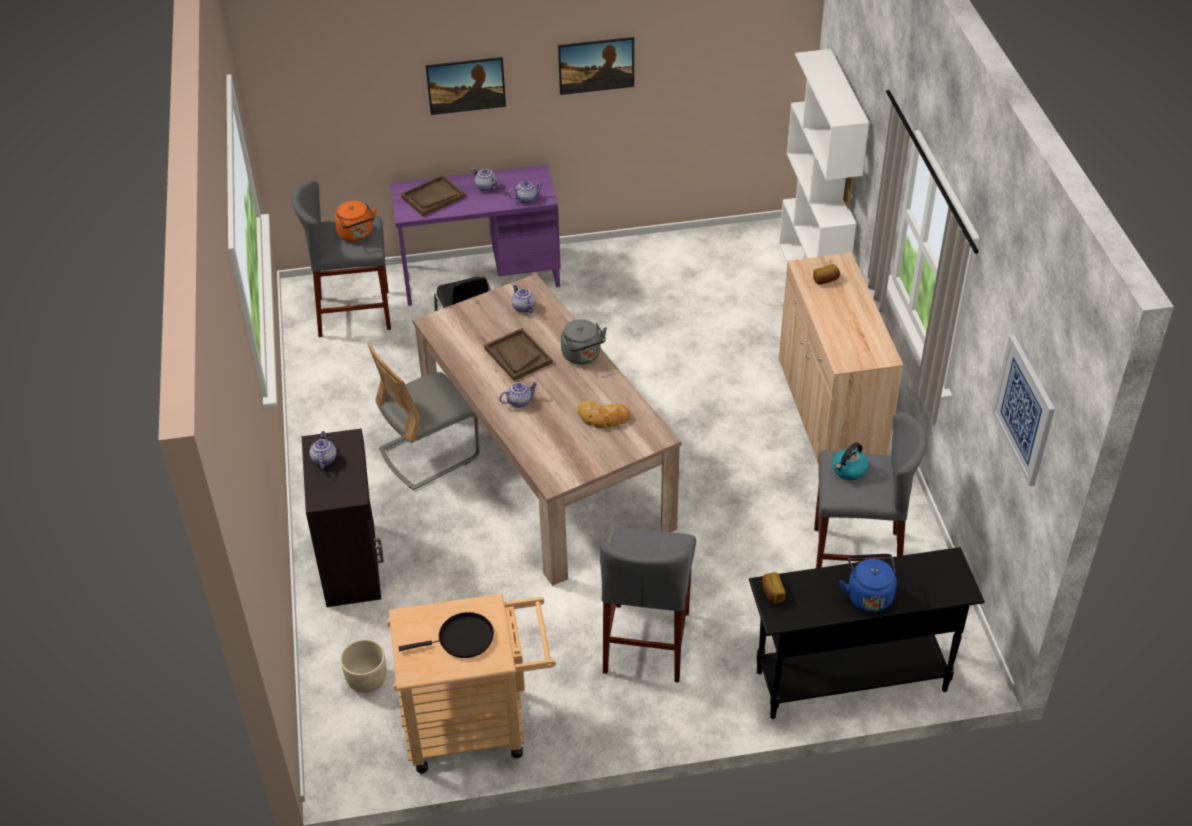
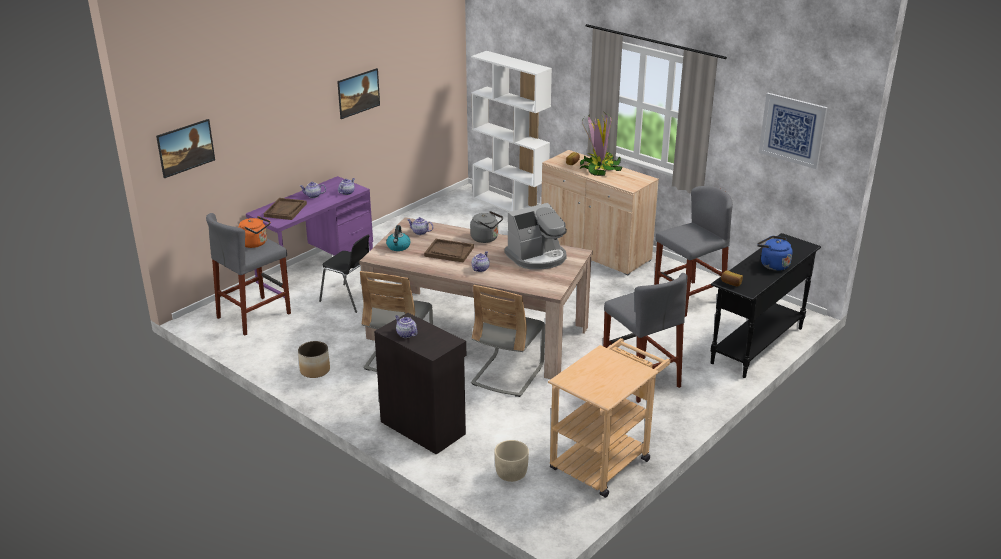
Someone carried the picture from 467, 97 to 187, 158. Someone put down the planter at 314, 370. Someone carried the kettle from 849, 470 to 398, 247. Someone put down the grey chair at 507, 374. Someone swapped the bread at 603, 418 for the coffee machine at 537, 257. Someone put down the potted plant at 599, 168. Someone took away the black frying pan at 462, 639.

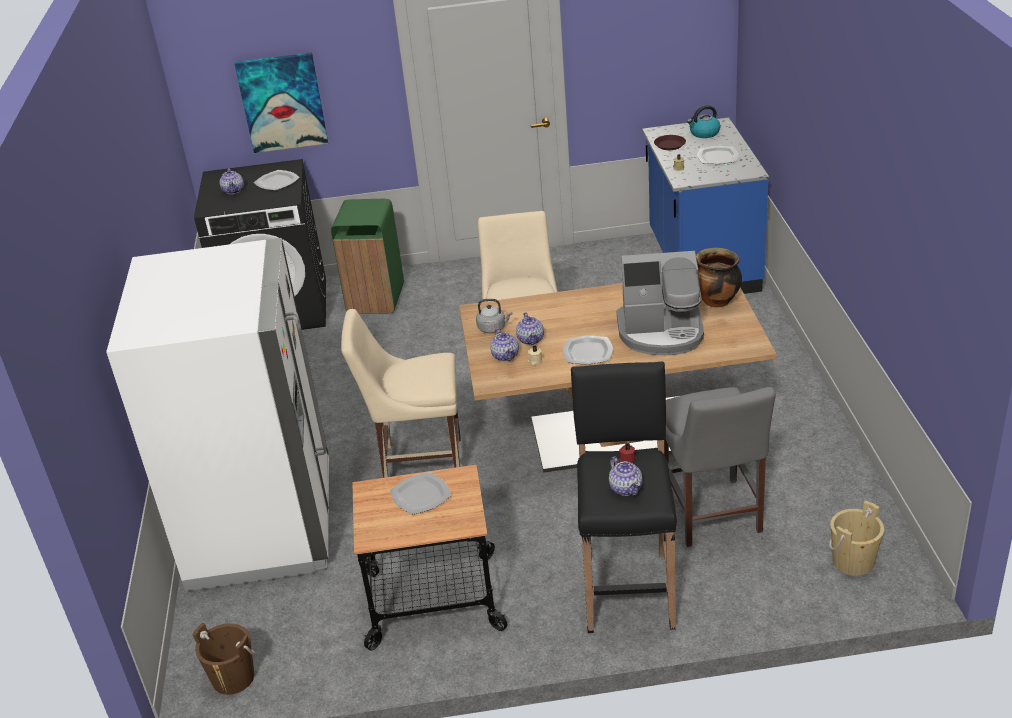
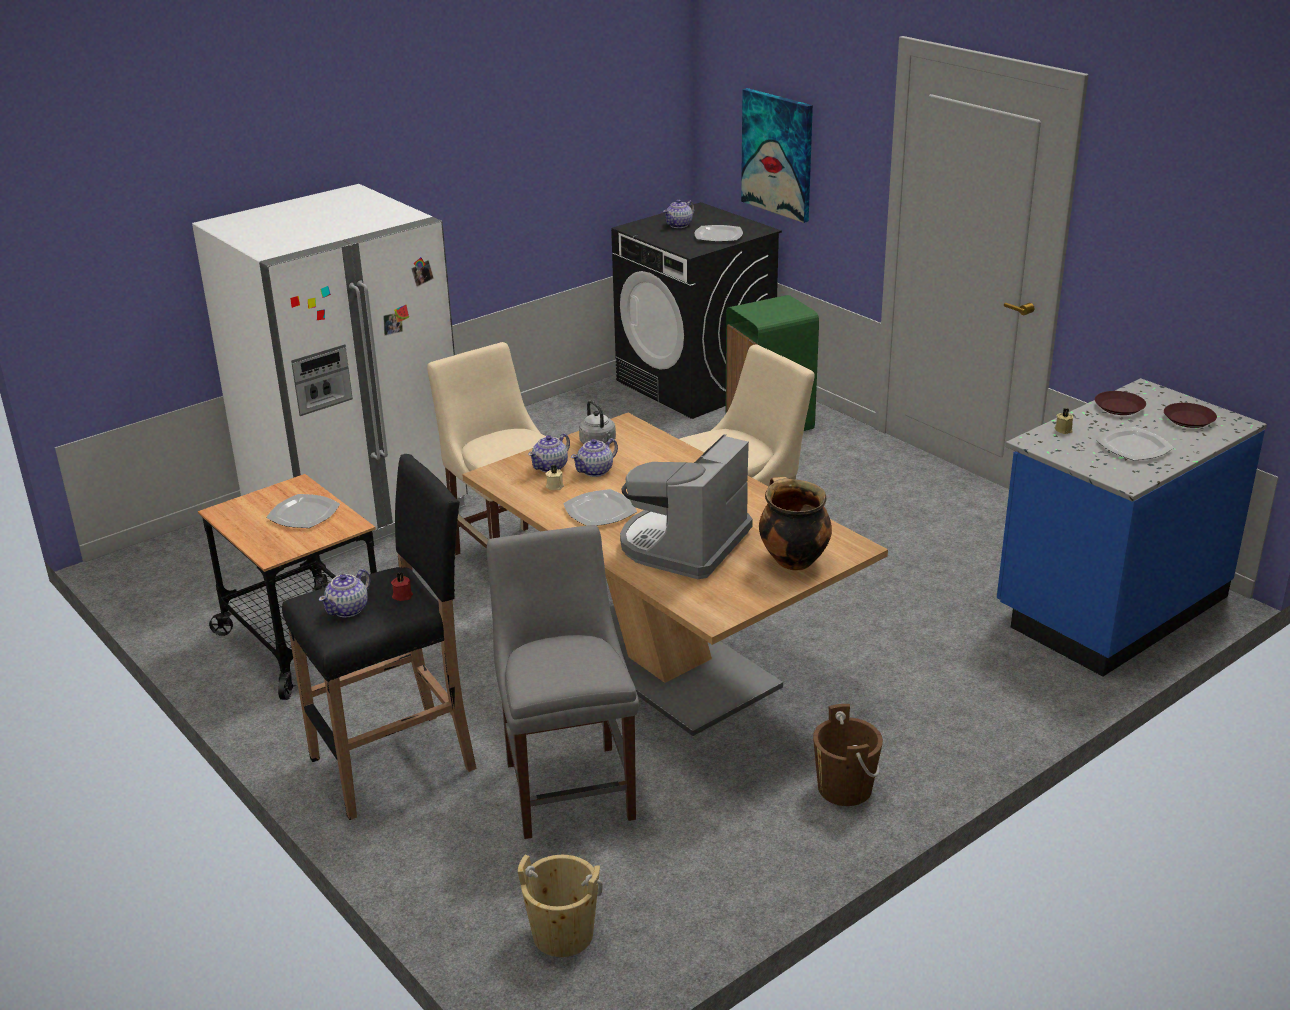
Someone rotated the grey chair at 712, 516 by 120 degrees clockwise. Someone rotated the coffee machine at 661, 333 by 60 degrees clockwise. Someone carried the brown bucket from 233, 678 to 844, 788. Someone swapped the kettle at 704, 133 for the brown plate at 1189, 420.

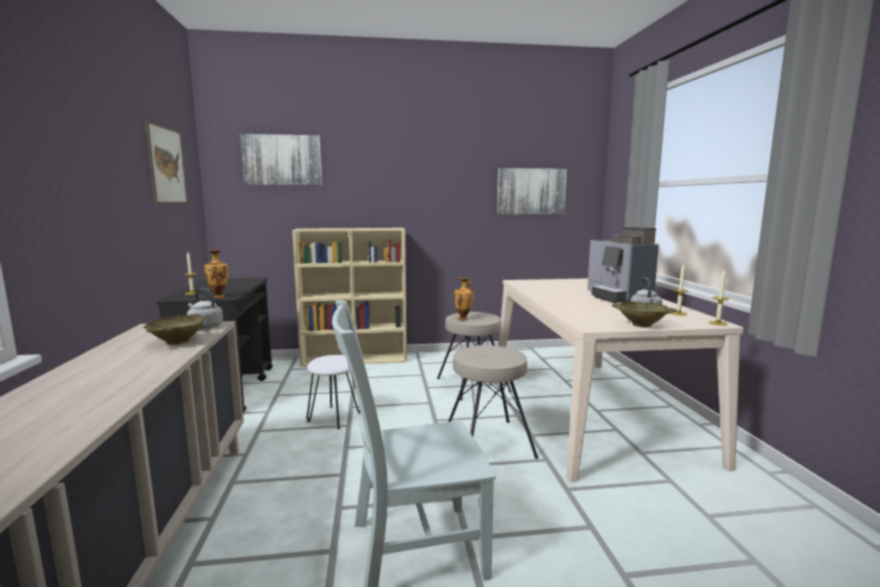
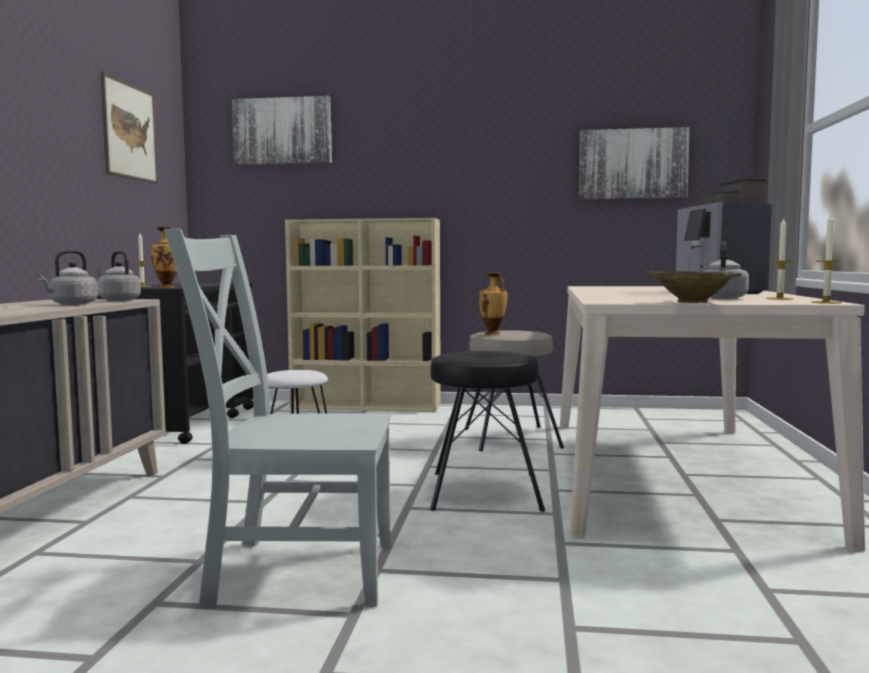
Someone swapped the beige bowl at 177, 342 for the grey kettle at 72, 304. Someone repainted the beige stool at 488, 442, which became the black stool at 484, 491.

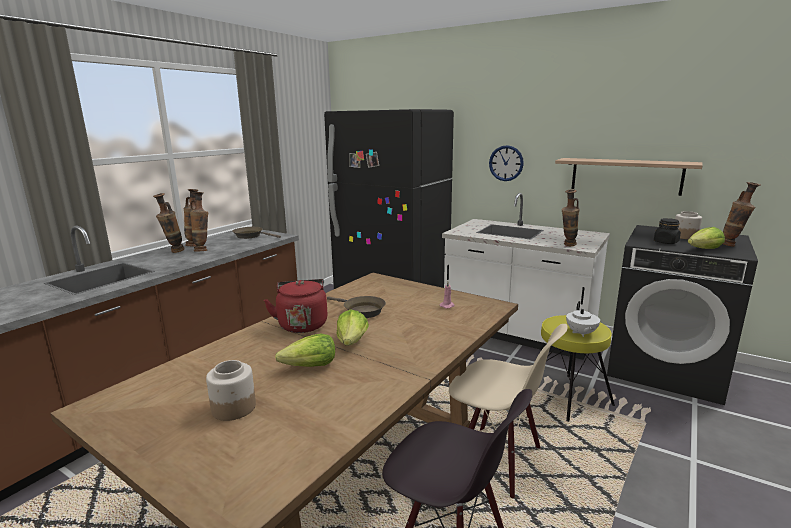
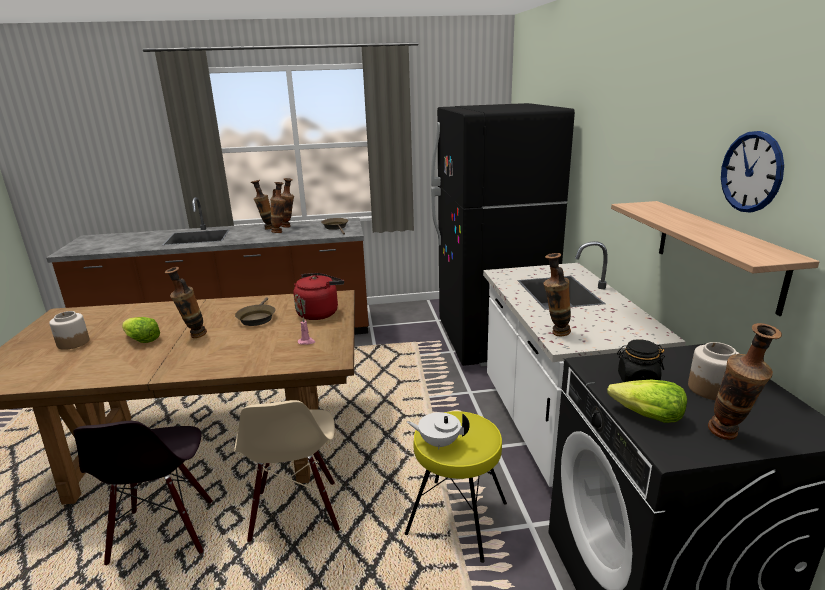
Someone swapped the lettuce at 352, 342 for the vase at 193, 336. Someone carried the red kettle from 302, 324 to 319, 313. Someone rotated the white teapot at 581, 333 by 45 degrees clockwise. Someone carried the wall clock from 506, 163 to 751, 172.

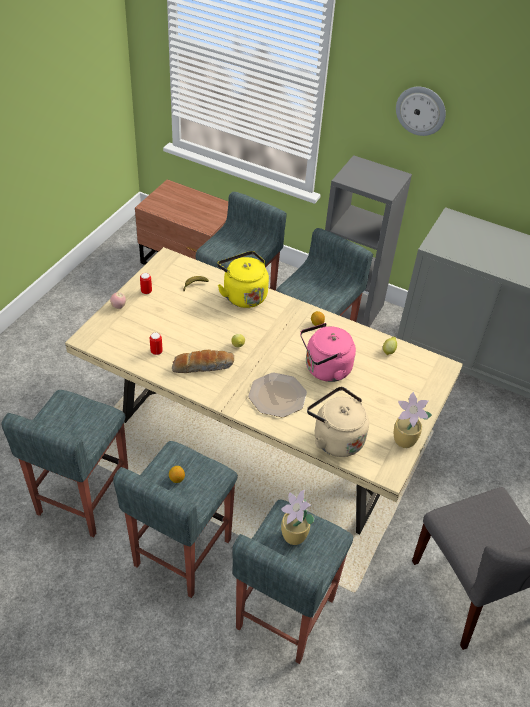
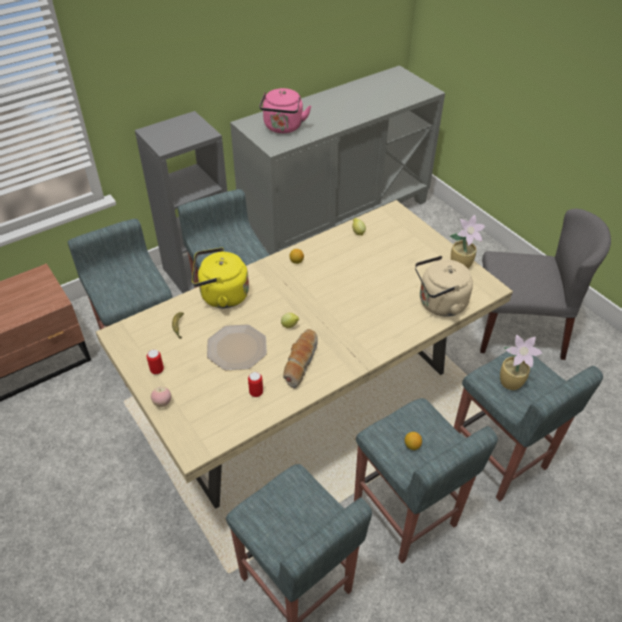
Someone carried the plate from 276, 395 to 236, 348. Someone carried the pink kettle from 325, 369 to 283, 128. Someone took away the wall clock at 421, 110.

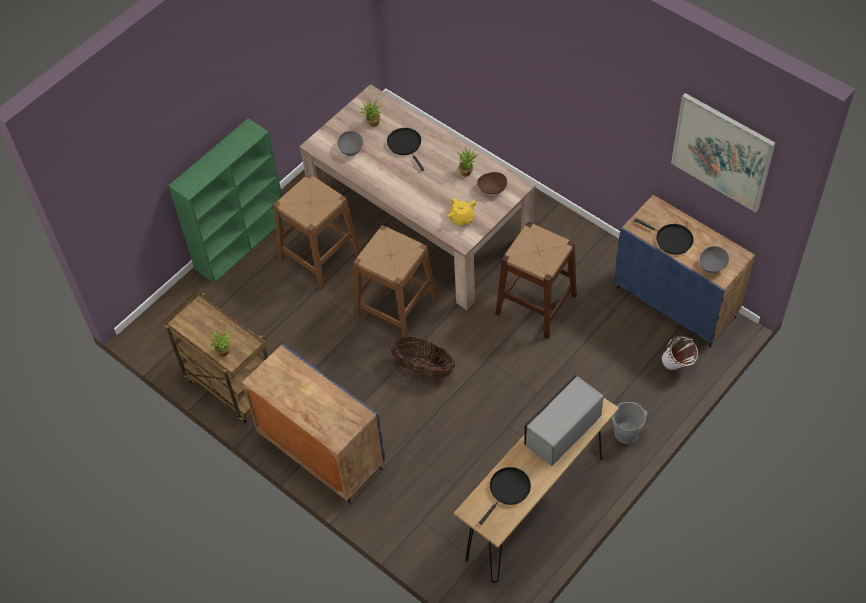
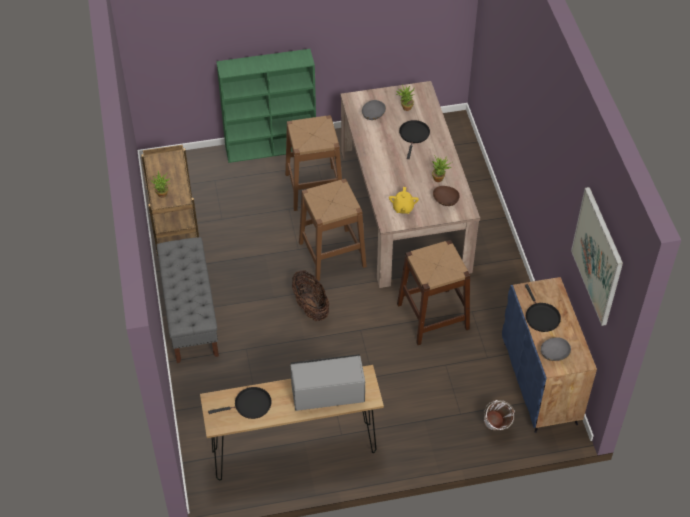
Someone swapped the blue cabinet at 320, 451 for the grey bench at 190, 314. Someone took away the grey bucket at 625, 431.

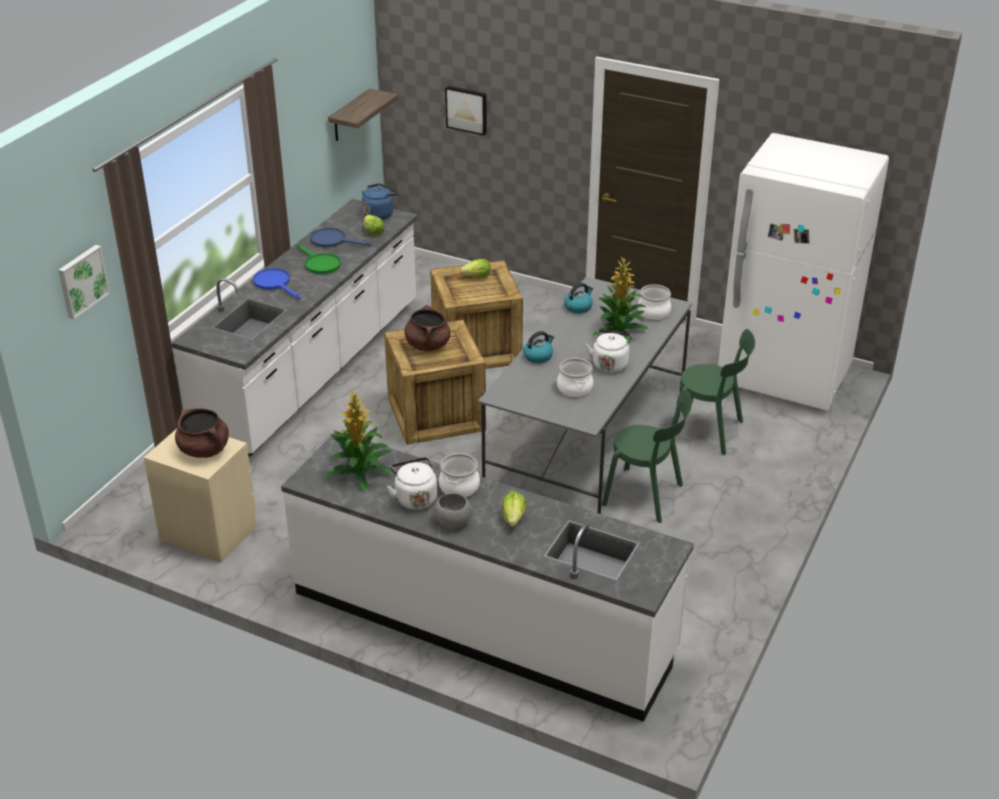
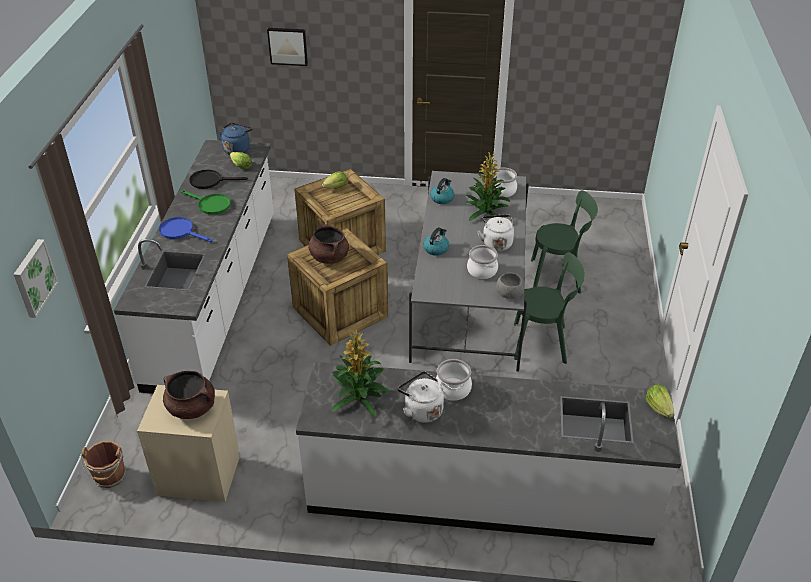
Someone put down the brown bucket at 110, 477. Someone repainted the blue frying pan at 333, 241, which became the black frying pan at 210, 181. Someone carried the grey bowl from 453, 521 to 509, 294. Someone carried the lettuce from 514, 518 to 658, 408. Someone took away the shelf at 349, 116. Someone took away the white fridge at 784, 377.

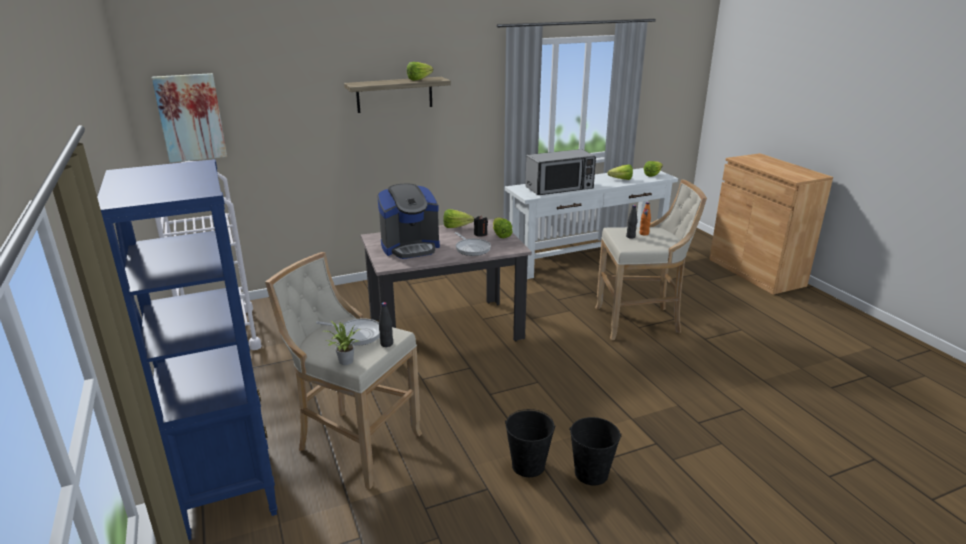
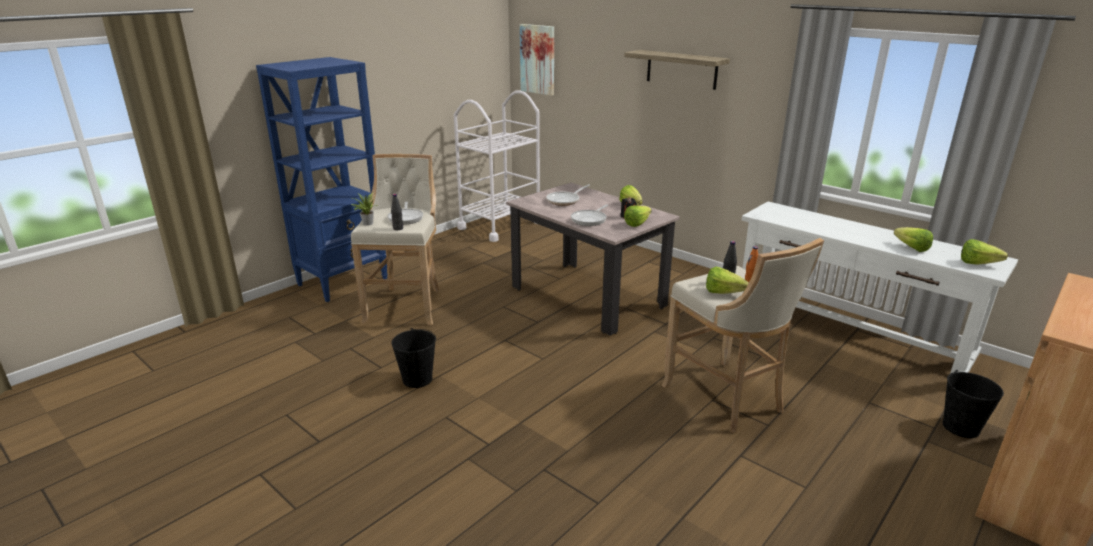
Someone swapped the coffee machine at 410, 247 for the frying pan at 565, 200. Someone carried the lettuce from 421, 79 to 726, 294. Someone carried the black bucket from 591, 473 to 961, 427. Someone took away the microwave at 559, 188.

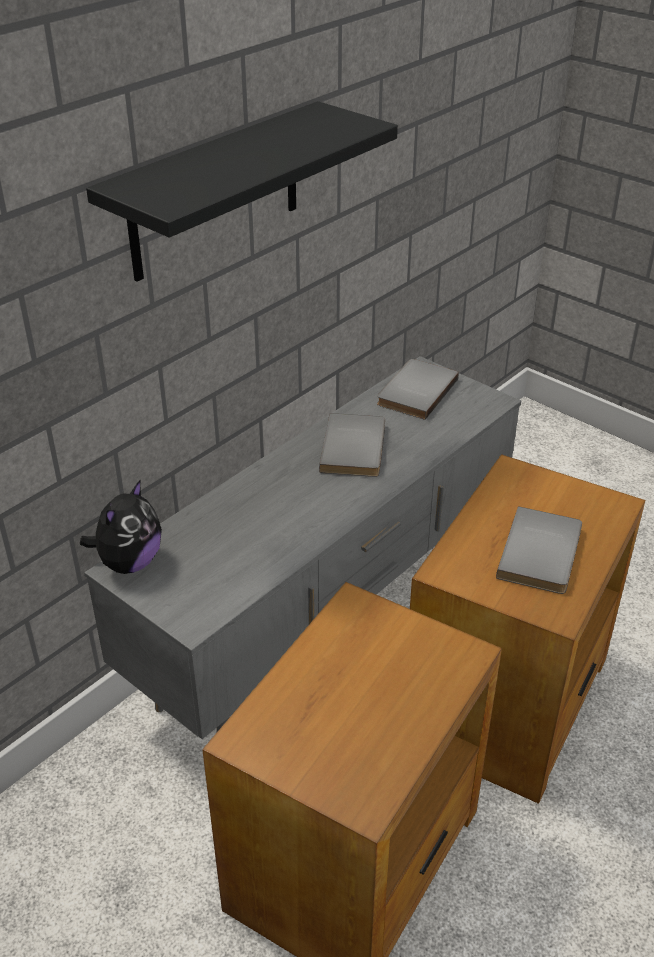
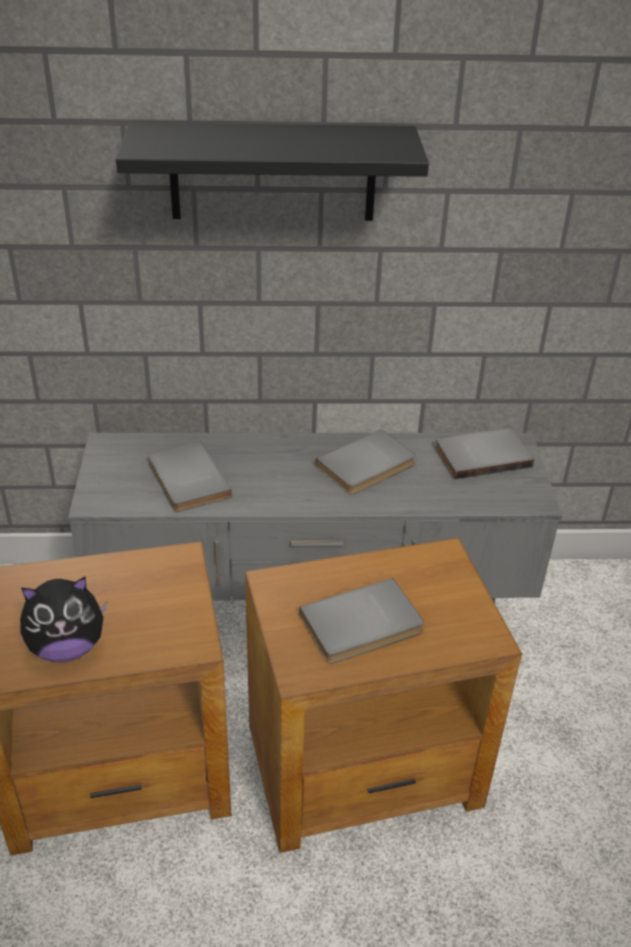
Someone carried the plush toy from 129, 562 to 67, 647. Someone put down the grey book at 185, 480.

